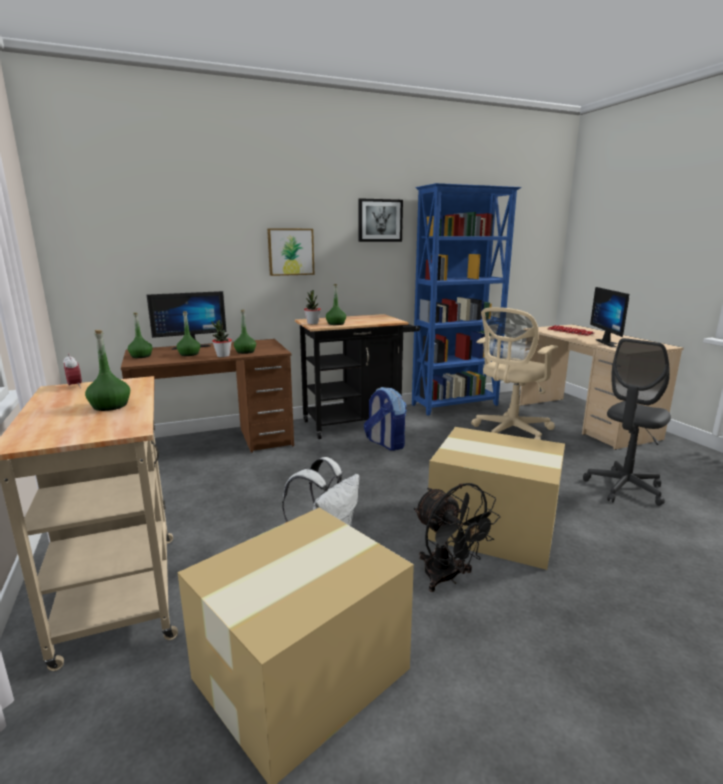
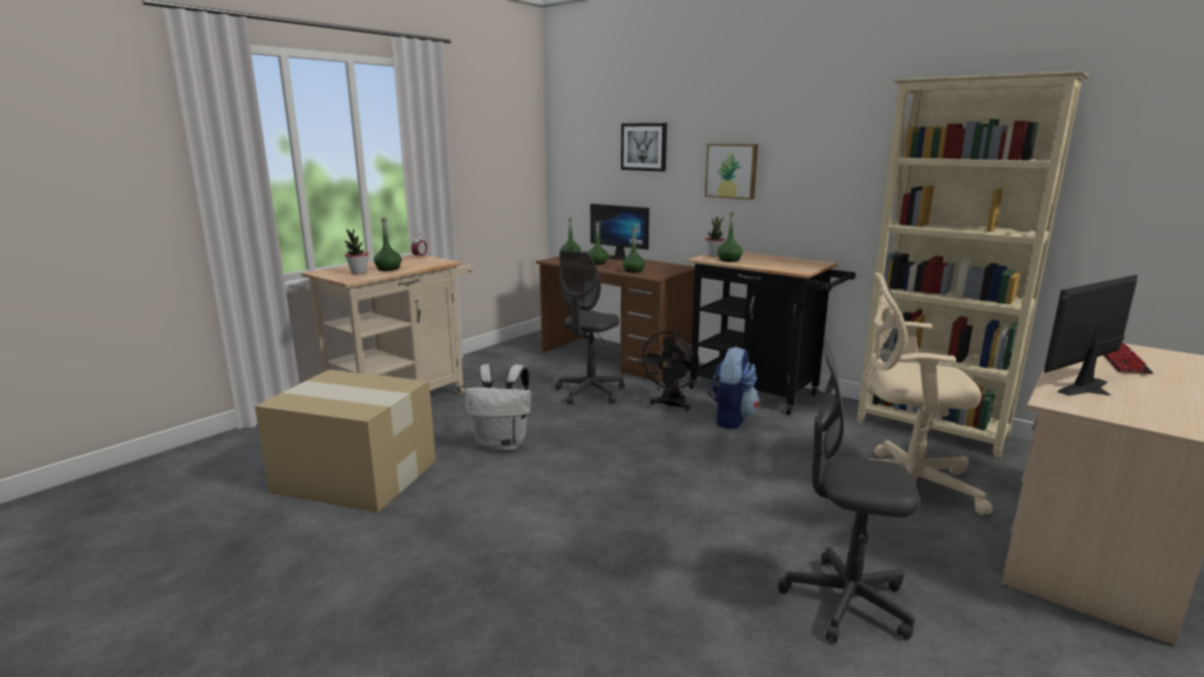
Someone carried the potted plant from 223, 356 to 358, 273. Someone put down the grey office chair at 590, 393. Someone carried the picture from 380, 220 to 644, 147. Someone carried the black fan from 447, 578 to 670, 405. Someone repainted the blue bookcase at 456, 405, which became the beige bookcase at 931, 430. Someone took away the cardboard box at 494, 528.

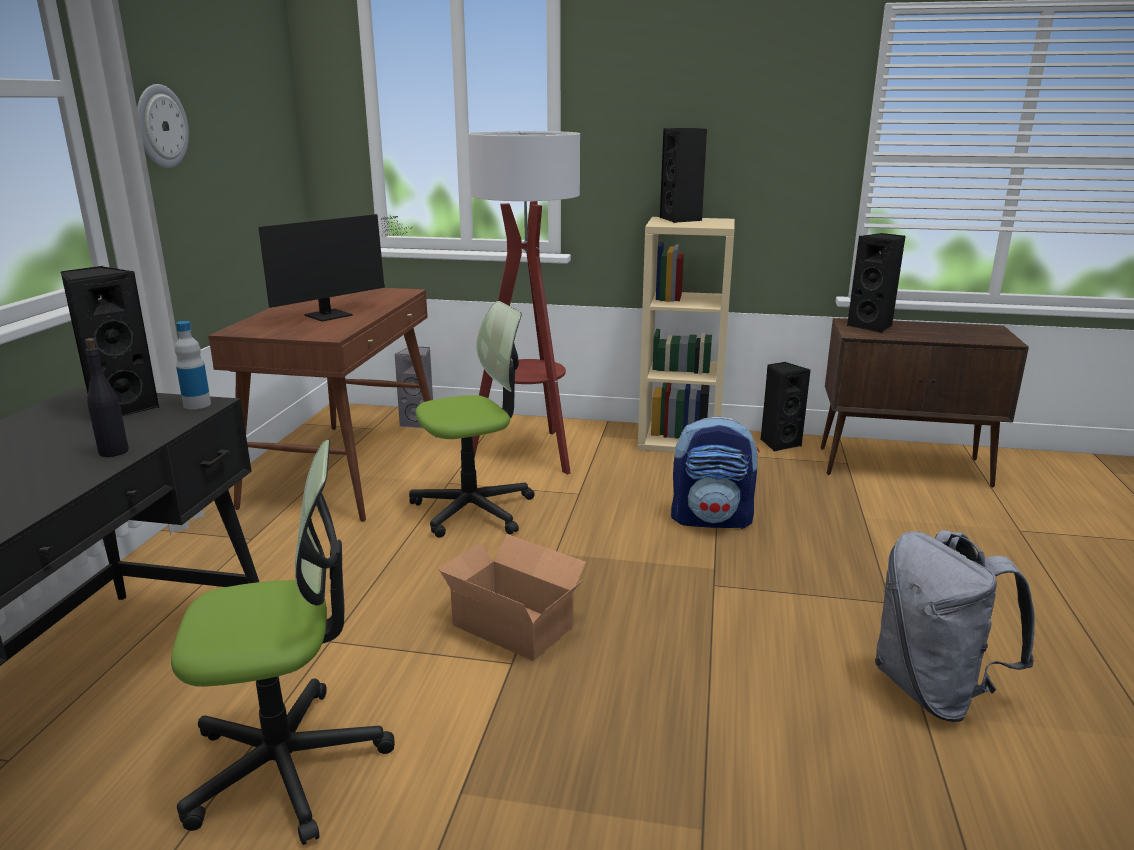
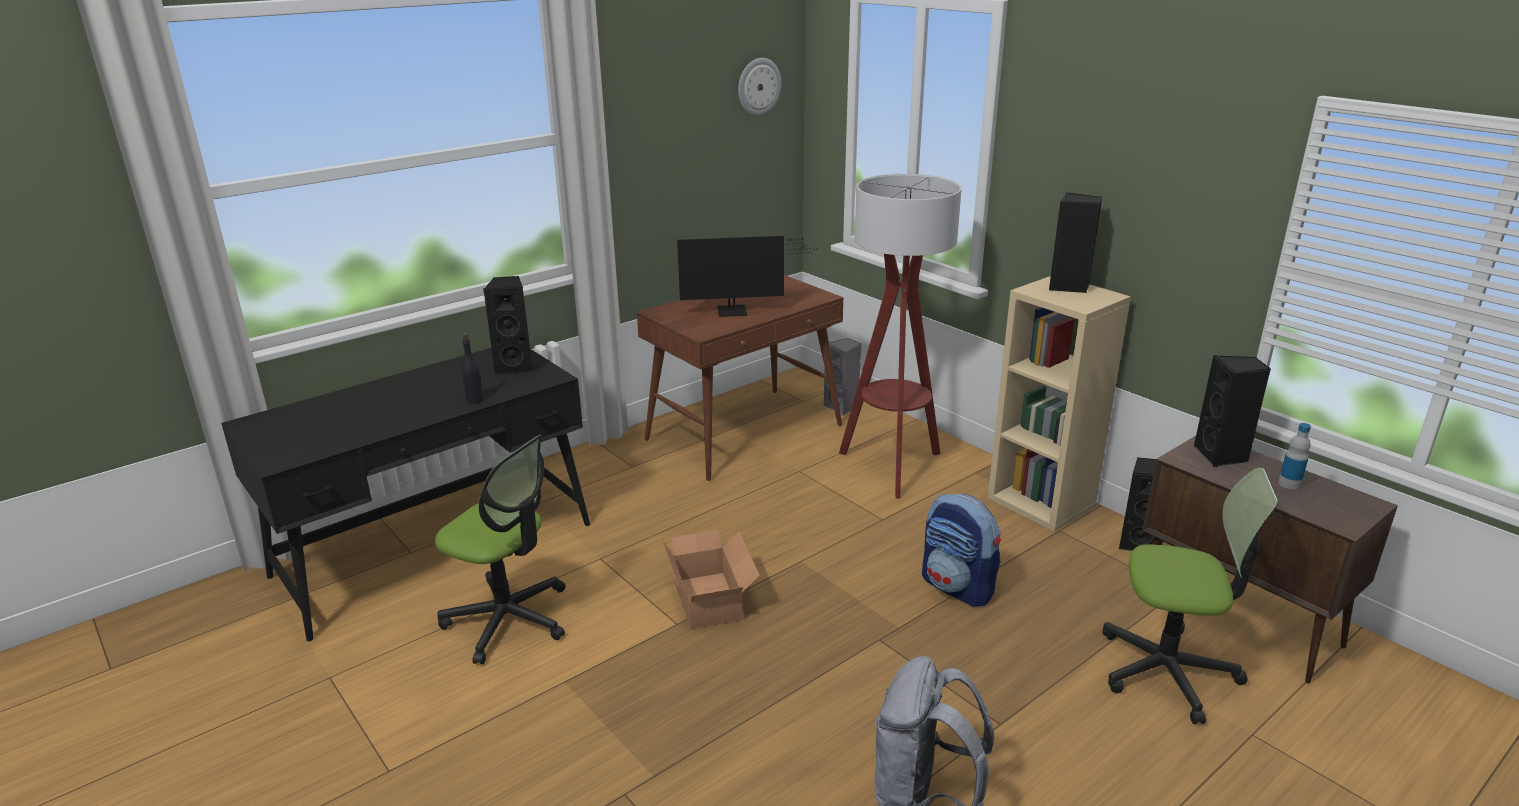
Someone carried the wall clock from 160, 126 to 758, 86. Someone carried the office chair from 473, 509 to 1167, 671. Someone carried the bottle from 197, 404 to 1289, 484.

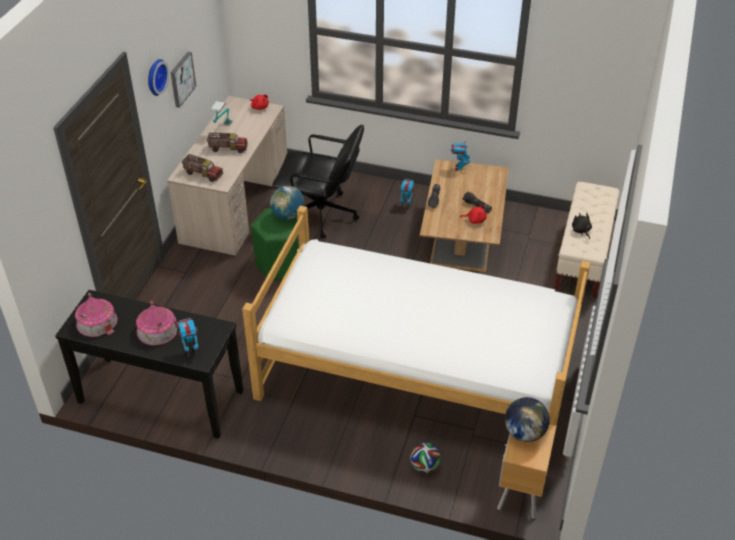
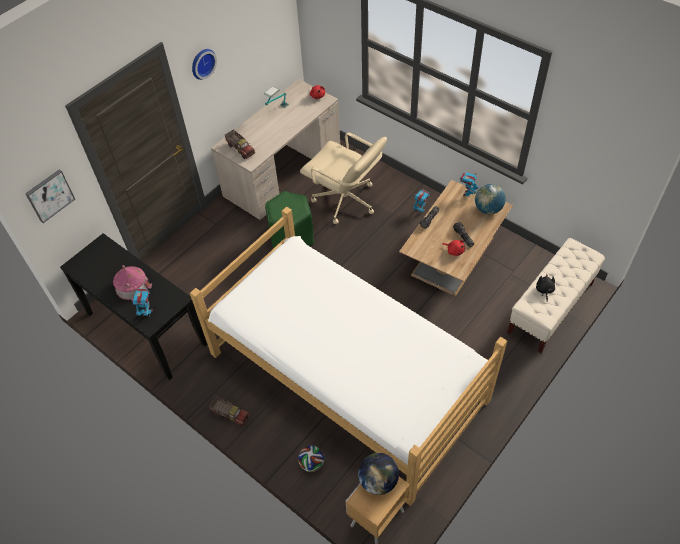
Someone carried the picture from 181, 79 to 49, 195. Someone carried the toy truck from 228, 148 to 231, 414. Someone repainted the black office chair at 321, 215, which became the beige office chair at 345, 201. Someone carried the globe from 288, 216 to 488, 209. Someone took away the toy house at 97, 322.

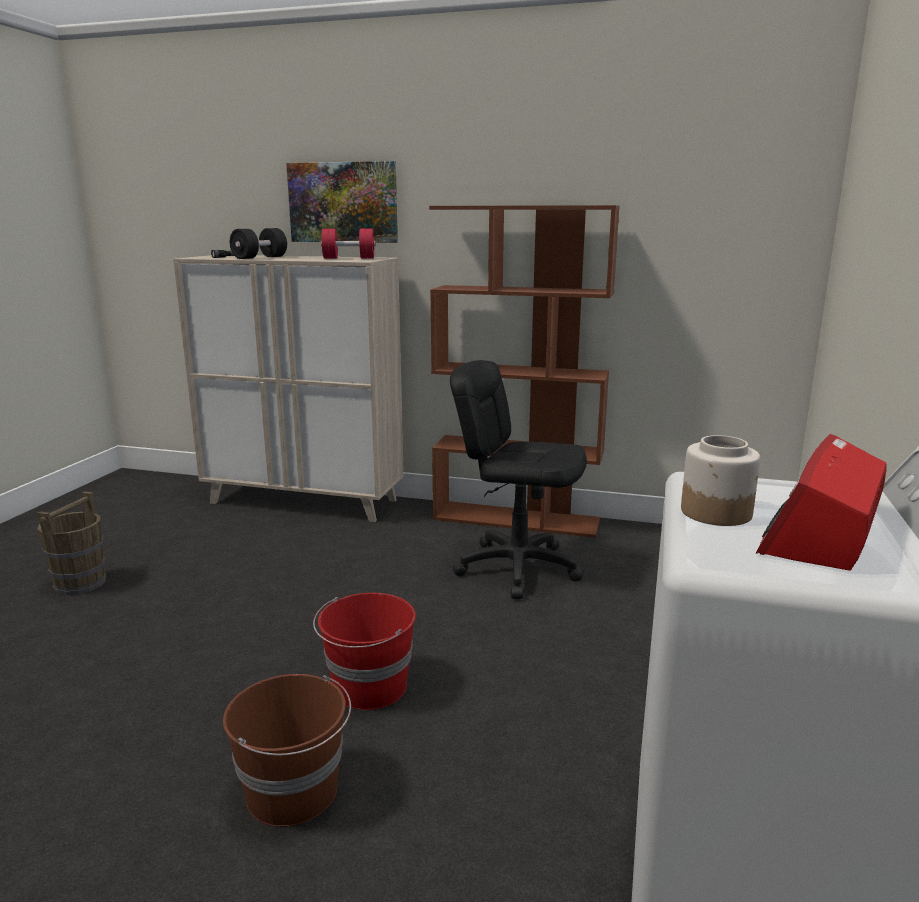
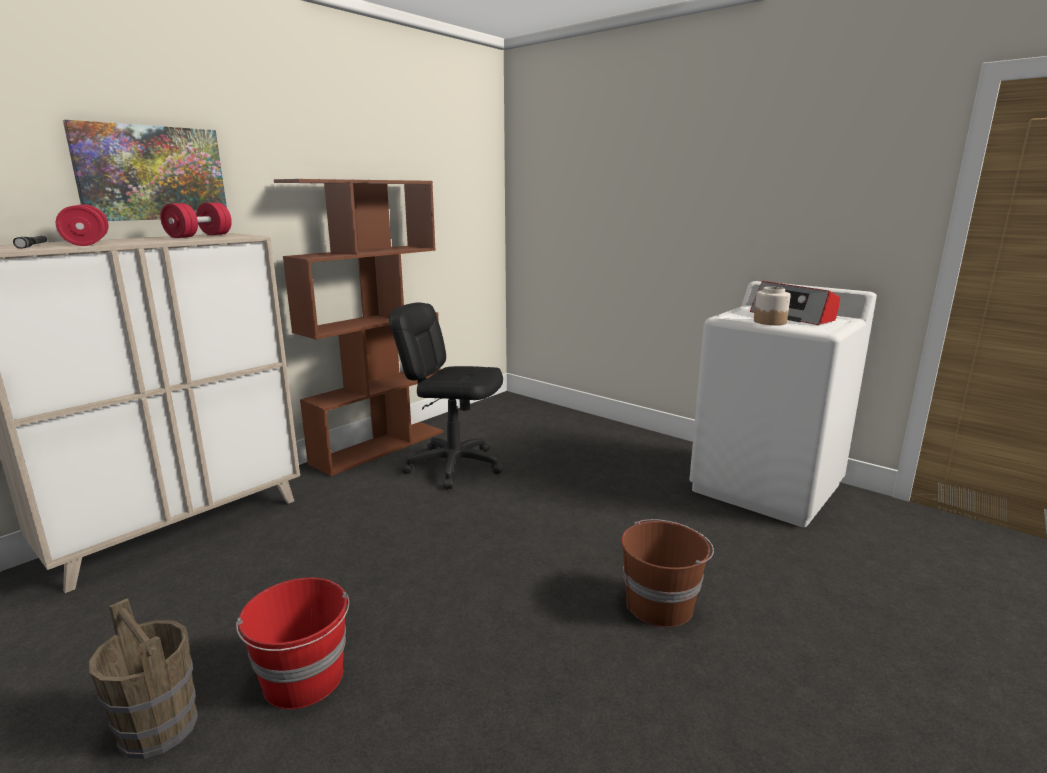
Someone repainted the black dumbbell at 260, 257, which became the red dumbbell at 87, 243. Someone carried the red bucket from 369, 687 to 304, 679. Someone rotated the black office chair at 517, 568 by 60 degrees clockwise.

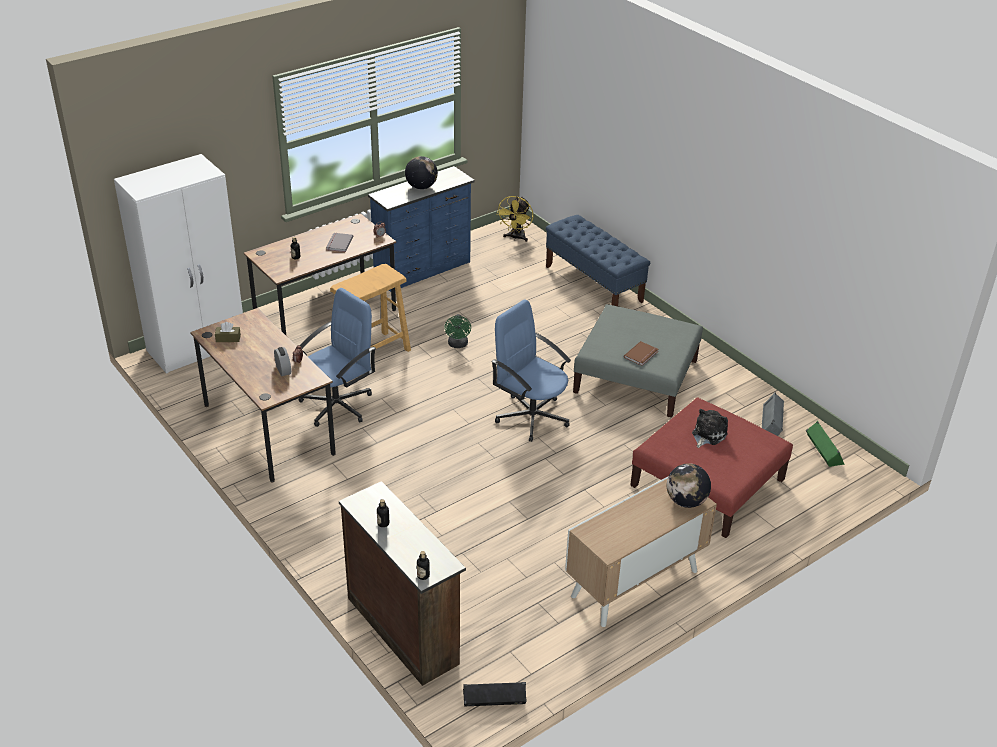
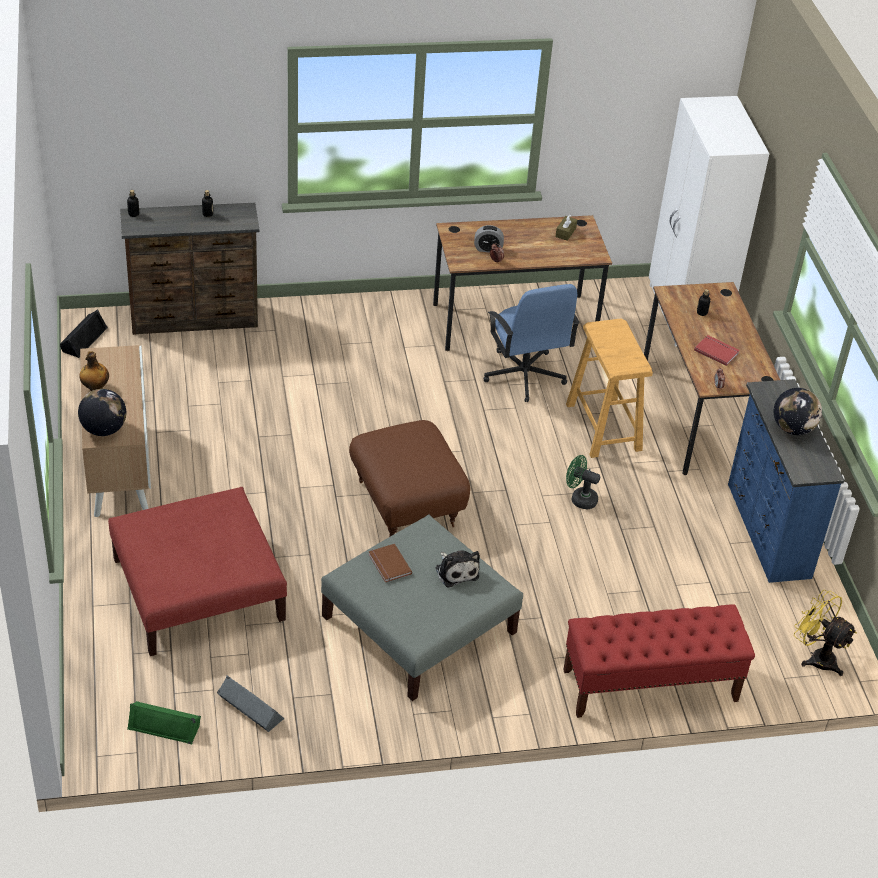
Someone put down the bottle at 95, 388. Someone swapped the blue office chair at 531, 416 for the brown ottoman at 408, 503. Someone carried the plush toy from 707, 434 to 456, 571. Someone repainted the blue bench at 594, 284, which became the red bench at 649, 685. Someone repainted the grey book at 338, 243, which became the red book at 717, 351.

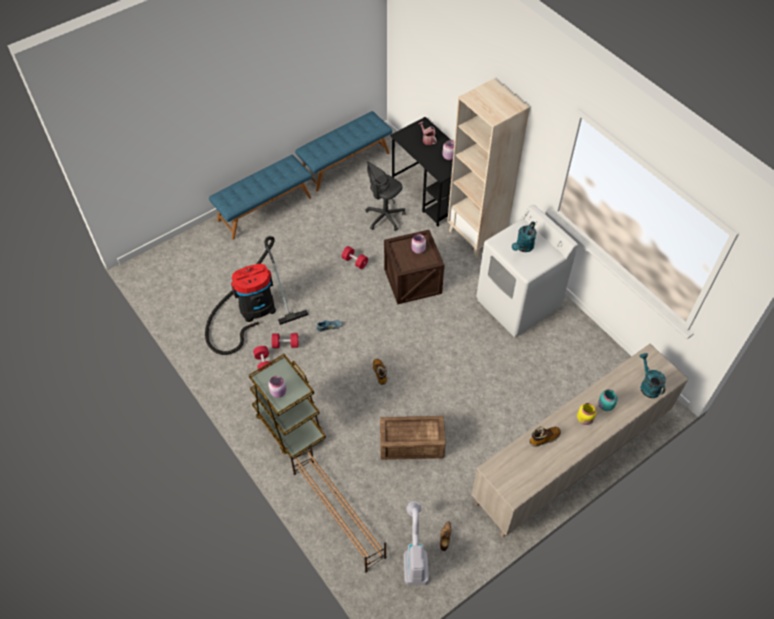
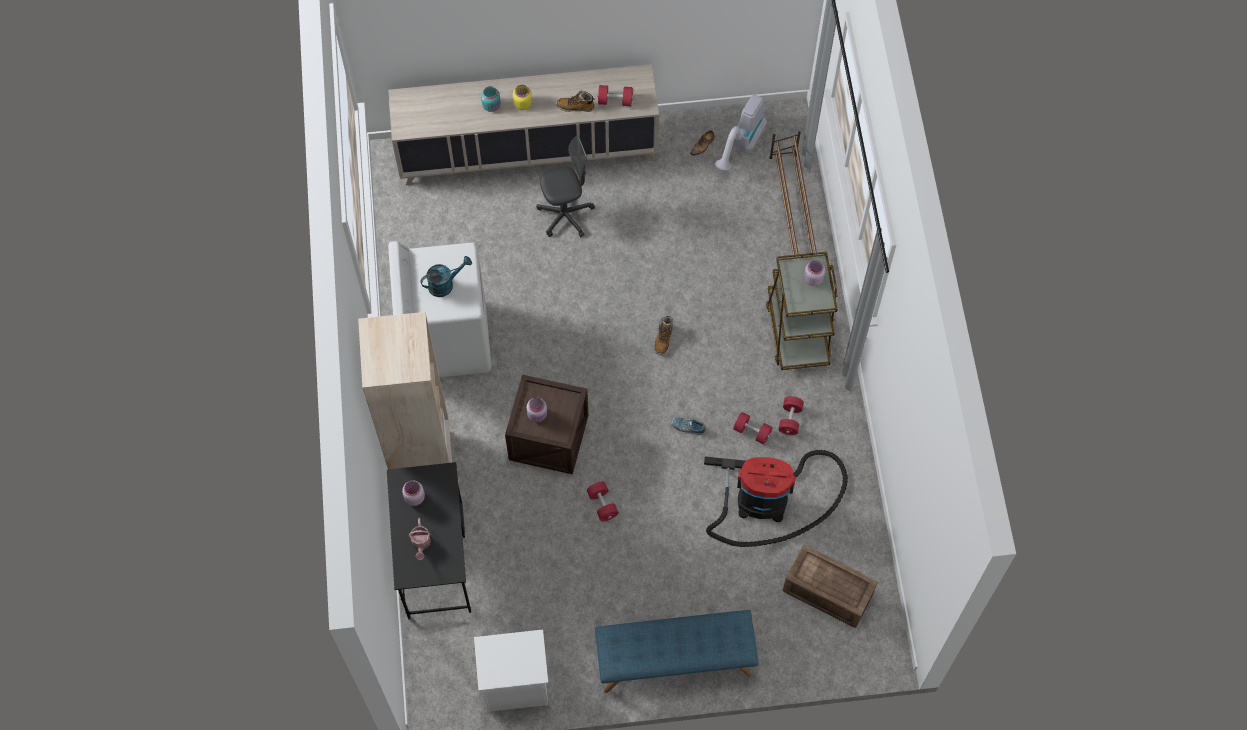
Someone swapped the blue bench at 345, 163 for the white nightstand at 514, 685. Someone carried the grey office chair from 385, 217 to 565, 215. Someone put down the red dumbbell at 615, 101. Someone carried the crate from 410, 444 to 828, 594. Someone took away the turquoise watering can at 648, 385.

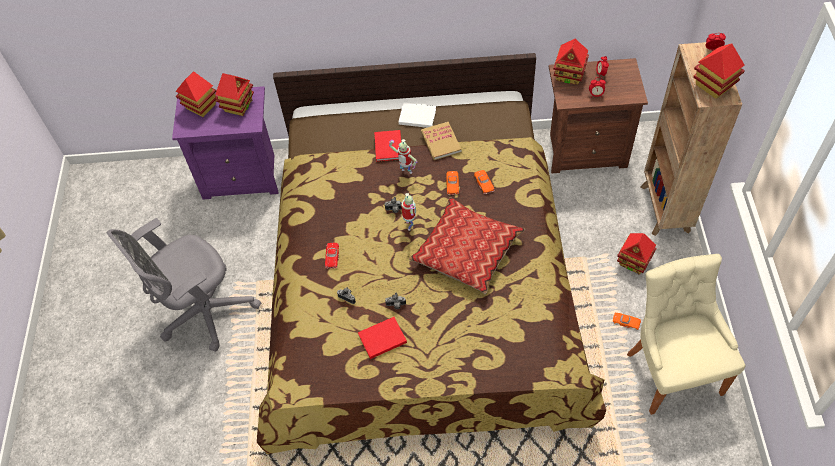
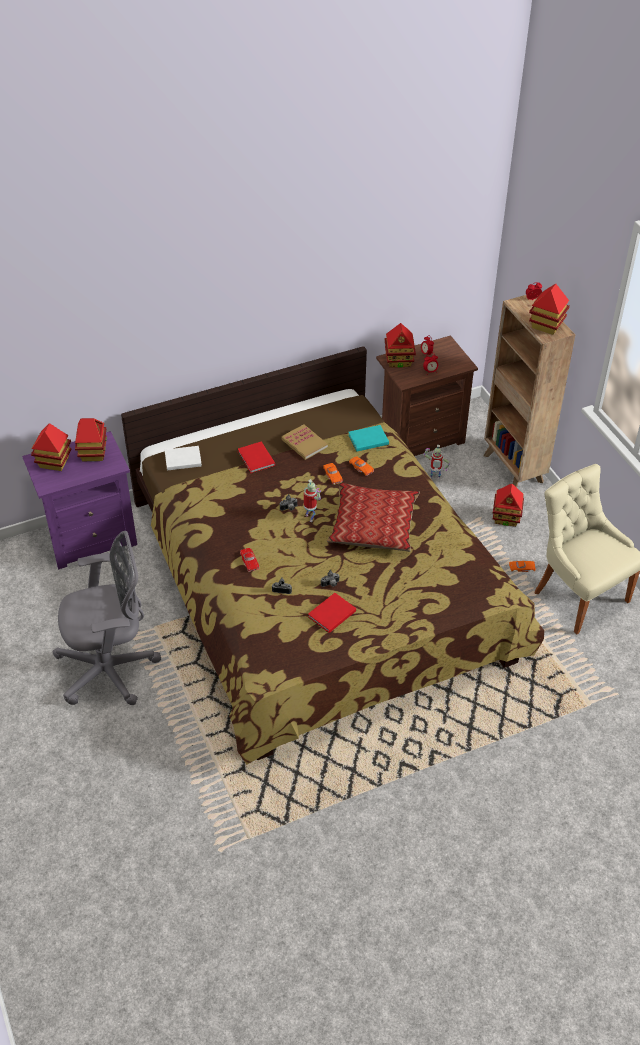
Someone rotated the grey office chair at 203, 313 by 135 degrees counterclockwise. Someone carried the white book from 416, 116 to 182, 459. Someone put down the turquoise book at 367, 439. Someone carried the toy robot from 405, 172 to 434, 478.

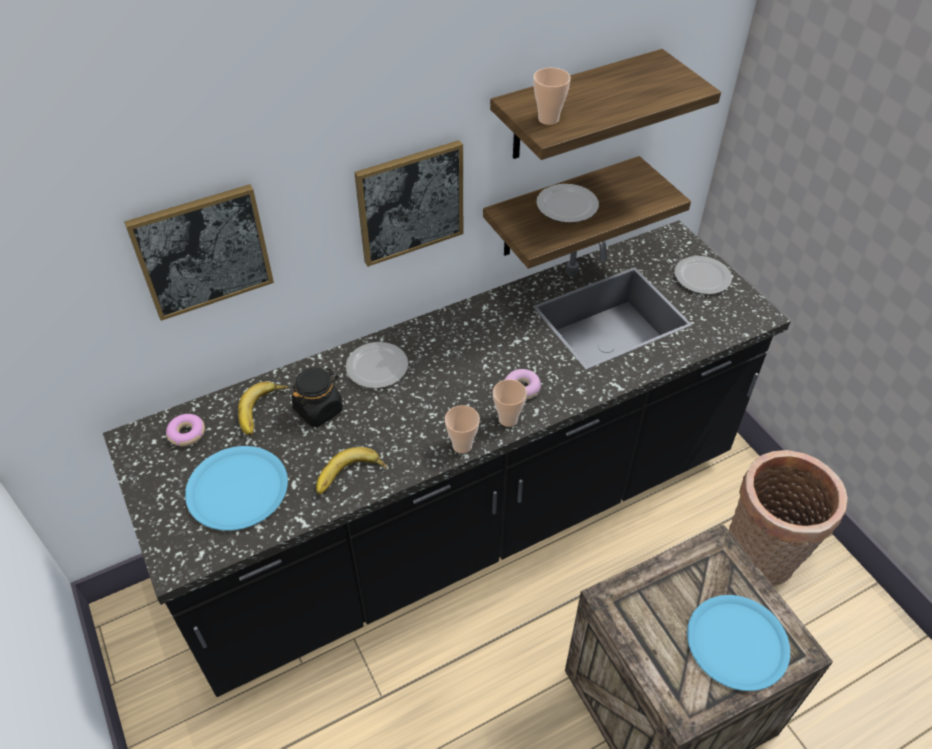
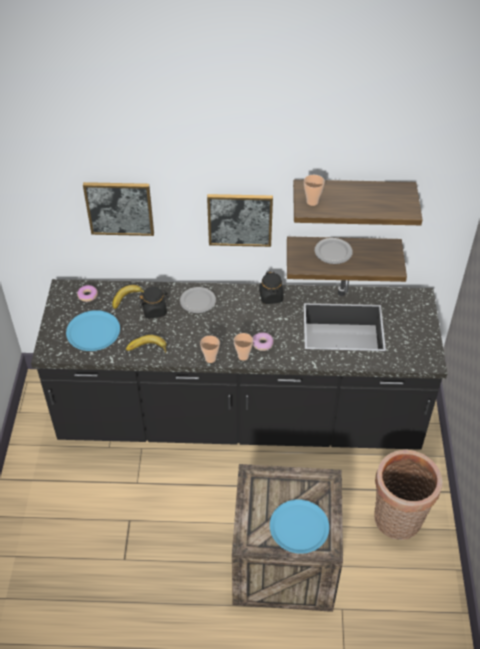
Someone put down the black jar at 271, 297. Someone took away the plate at 701, 277.

